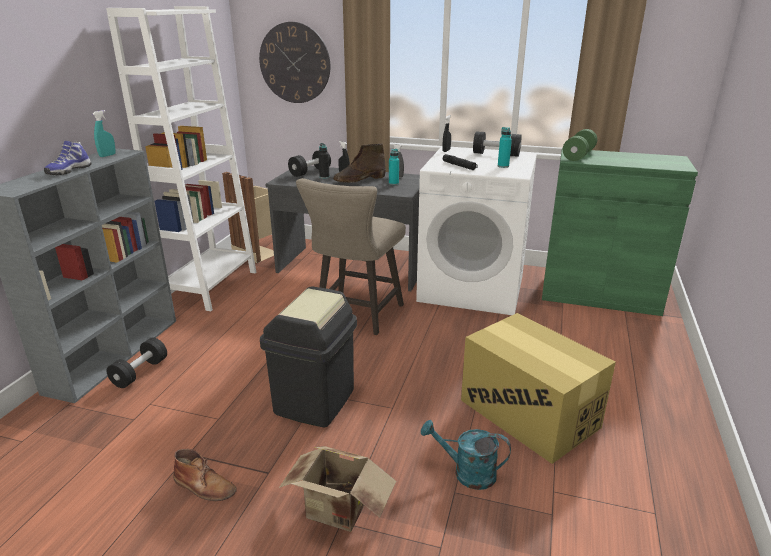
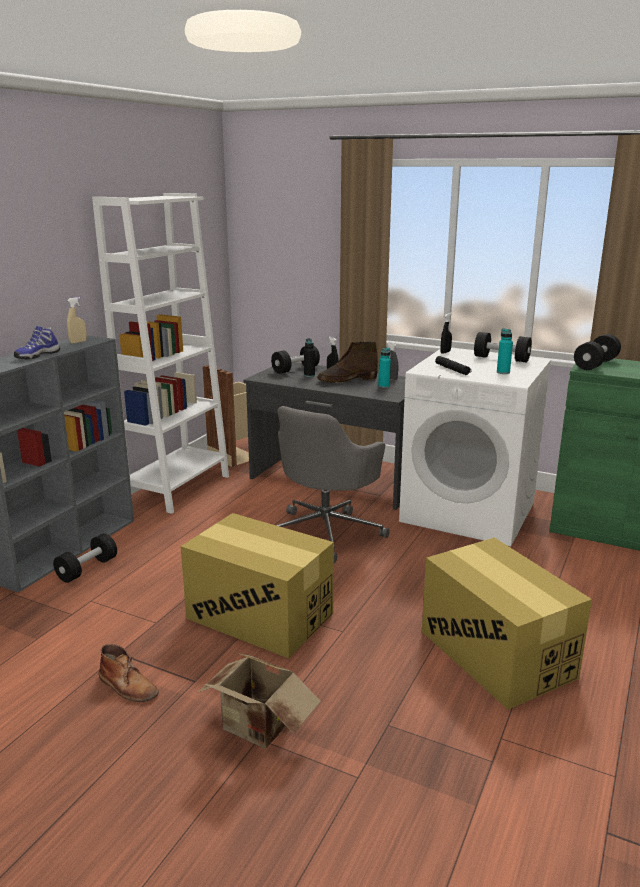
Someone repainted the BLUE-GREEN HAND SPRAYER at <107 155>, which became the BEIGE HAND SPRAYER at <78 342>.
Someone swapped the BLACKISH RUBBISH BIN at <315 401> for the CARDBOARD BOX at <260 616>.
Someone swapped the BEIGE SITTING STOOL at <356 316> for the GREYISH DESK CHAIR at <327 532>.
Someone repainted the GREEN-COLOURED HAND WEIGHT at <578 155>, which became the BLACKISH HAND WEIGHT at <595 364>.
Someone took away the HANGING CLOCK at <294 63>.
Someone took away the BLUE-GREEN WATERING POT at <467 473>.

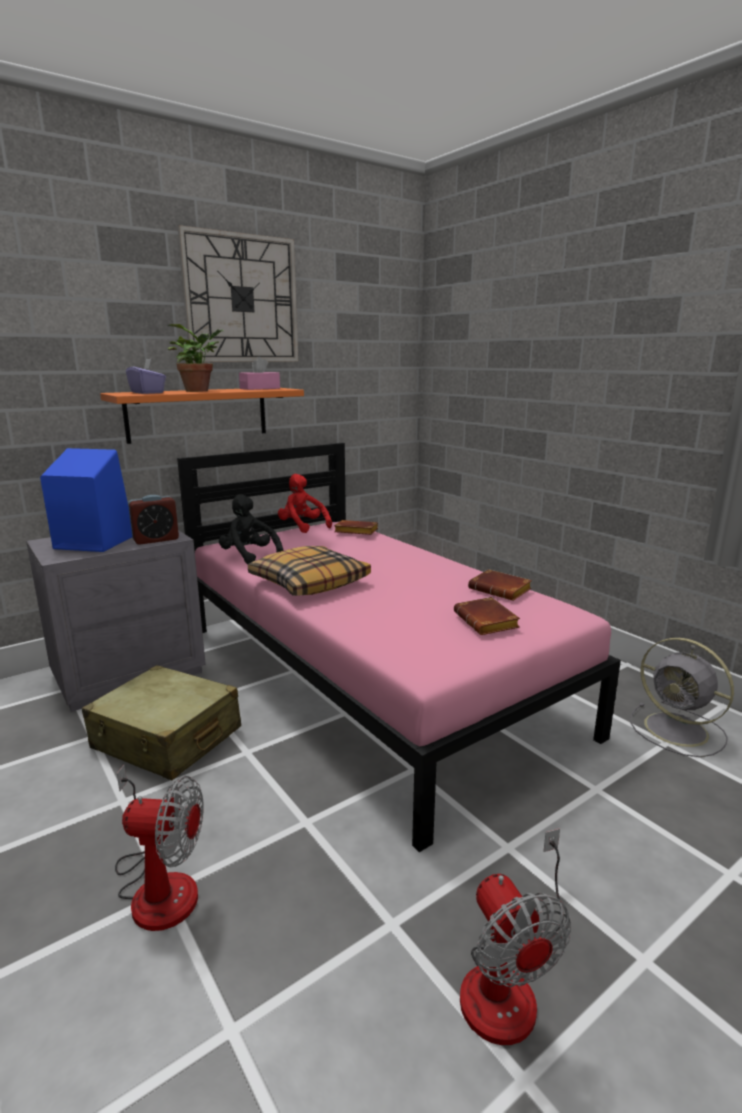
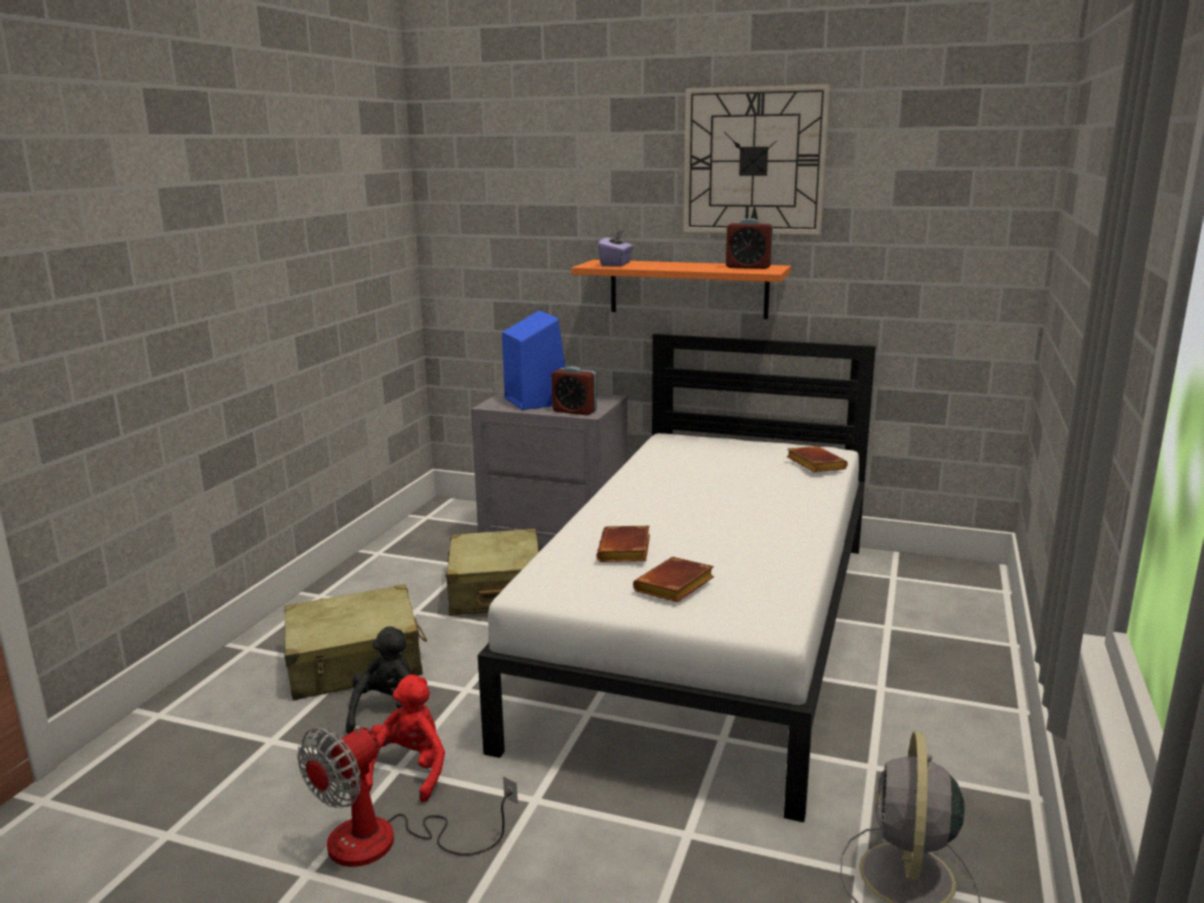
Someone swapped the COOLING FAN at <159 884> for the BEIGE PIECE OF LUGGAGE at <356 662>.
Someone carried the BLACKISH CUDDLY TOY from <249 556> to <388 714>.
Someone carried the REDDISH CUDDLY TOY from <302 527> to <410 771>.
Someone repainted the PINK-COLOURED BEDROOM BED at <369 677>, which became the WHITISH BEDROOM BED at <708 633>.
Someone carried the BROWN-COLOURED VOLUME from <501 590> to <626 551>.
Someone swapped the PINK-COLOURED TISSUE BOX at <260 388> for the TABLE CLOCK at <748 267>.
Someone took away the HOUSEPLANT at <200 391>.
Someone took away the THROW PILLOW at <309 582>.

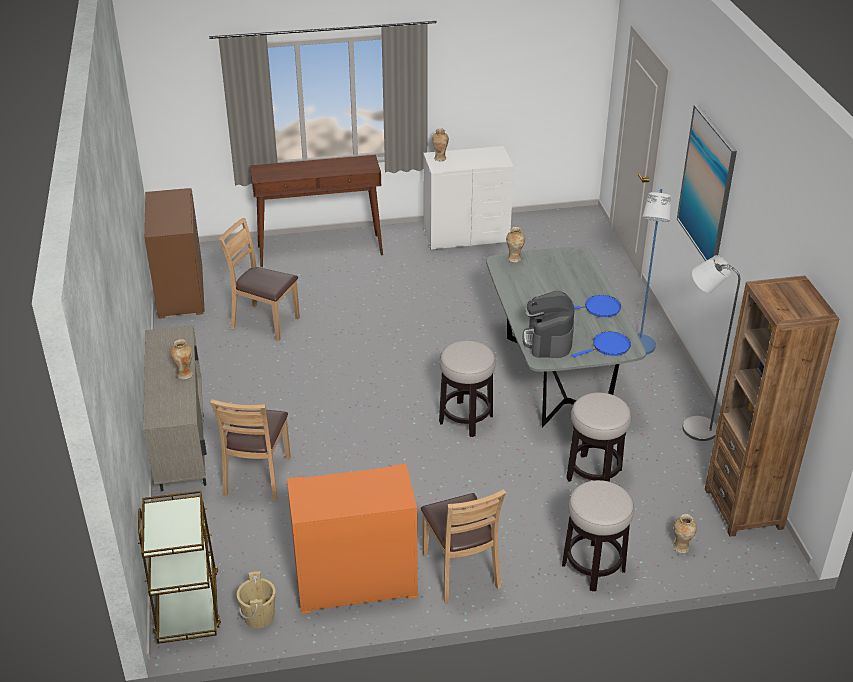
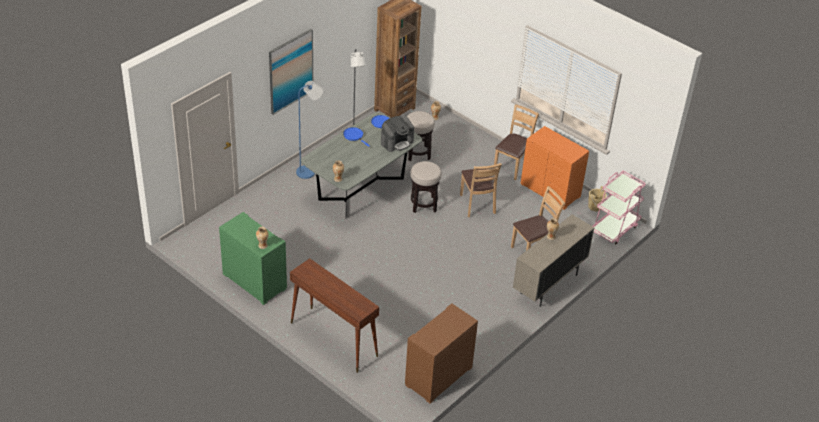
Someone repainted the WHITISH CHEST OF DRAWERS at <466 236>, which became the GREEN-COLOURED CHEST OF DRAWERS at <254 281>.
Someone carried the BROWN-COLOURED UPRIGHT CHAIR from <264 322> to <477 204>.
Someone repainted the BROWN-COLOURED WHEELED CART at <187 605>, which became the PINK-COLOURED WHEELED CART at <614 228>.
Someone took away the SITTING STOOL at <593 567>.

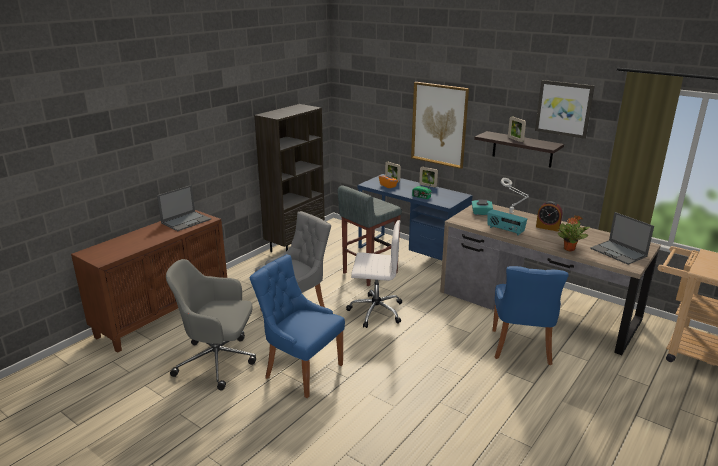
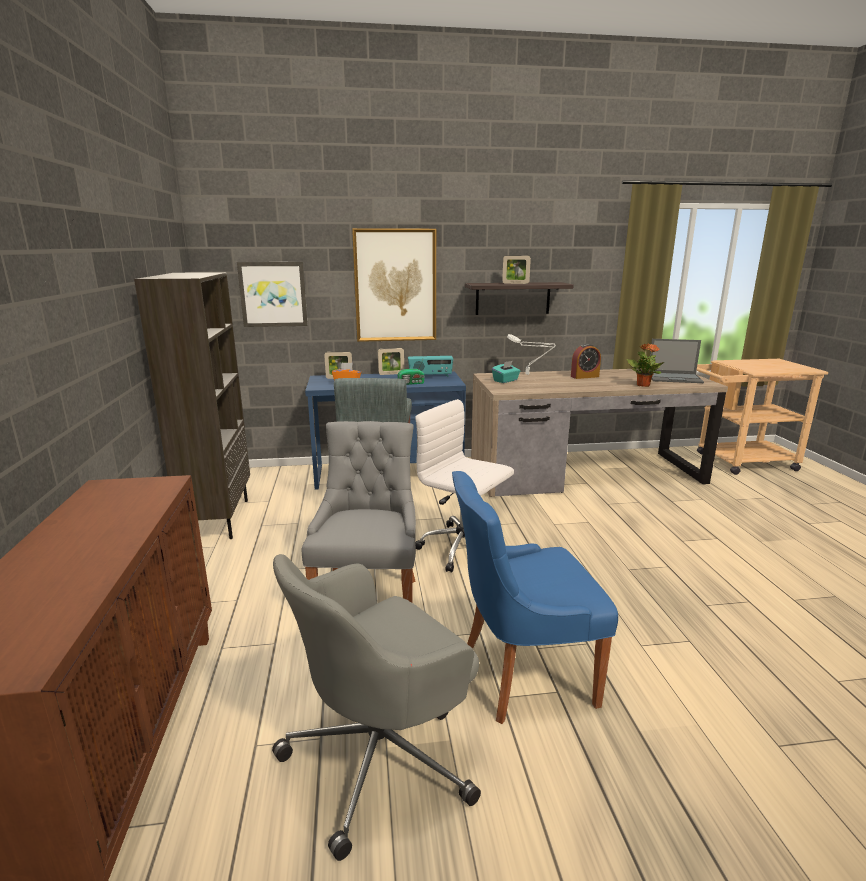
Someone carried the PICTURE from <564 108> to <273 294>.
Someone carried the RADIO from <505 230> to <430 376>.
Someone rotated the WHITISH DESK CHAIR at <375 311> by 105 degrees counterclockwise.
Someone took away the LAPTOP at <186 221>.
Someone took away the BLUISH UPRIGHT CHAIR at <521 348>.

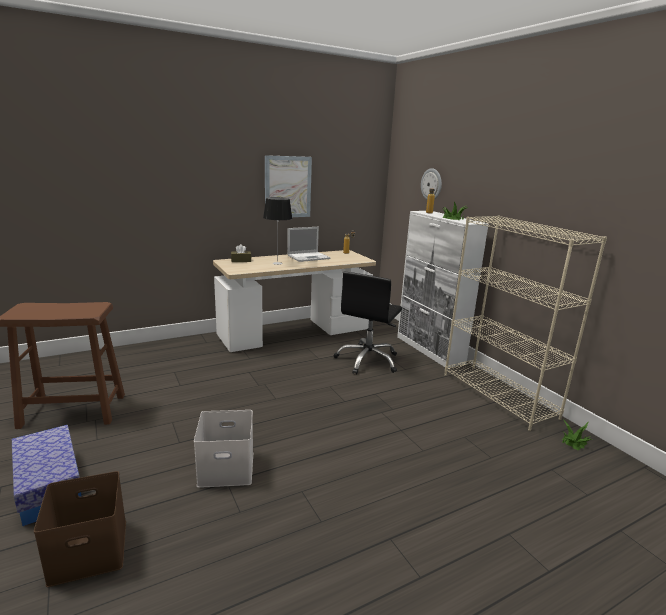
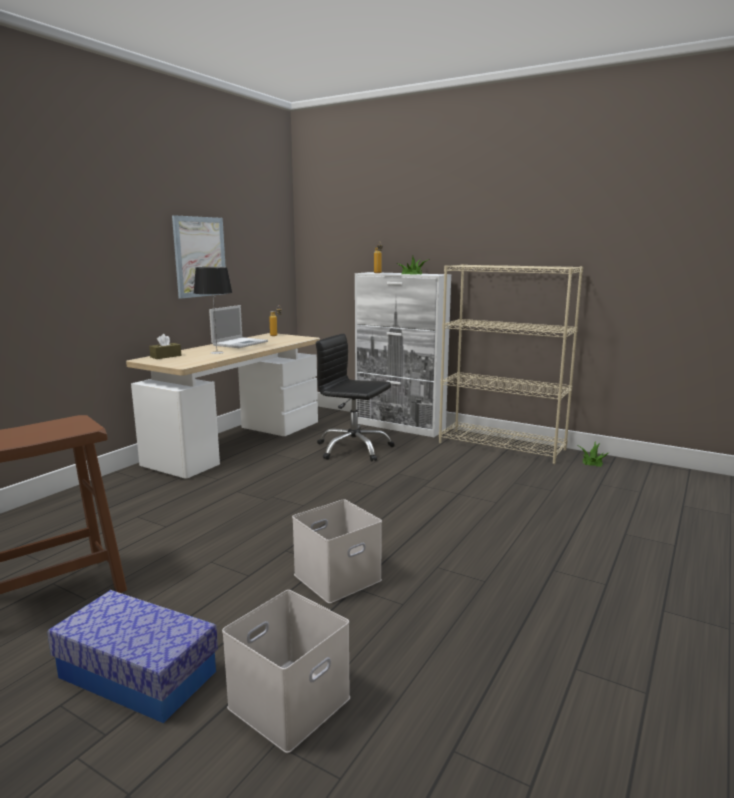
Someone repainted the BROWN-COLOURED STORAGE BOX at <91 549>, which became the WHITISH STORAGE BOX at <289 700>.
Someone rotated the BLACKISH DESK CHAIR at <368 360> by 120 degrees clockwise.
Someone took away the HANGING CLOCK at <431 184>.

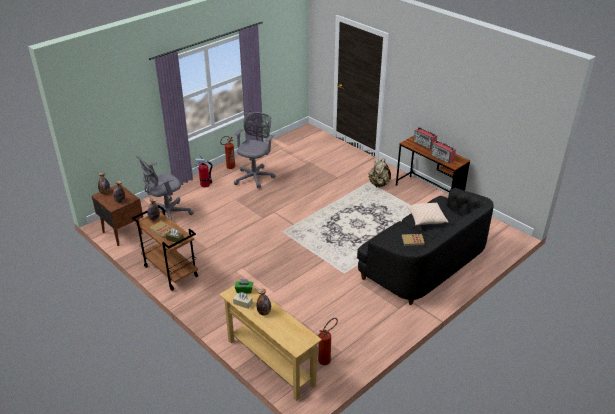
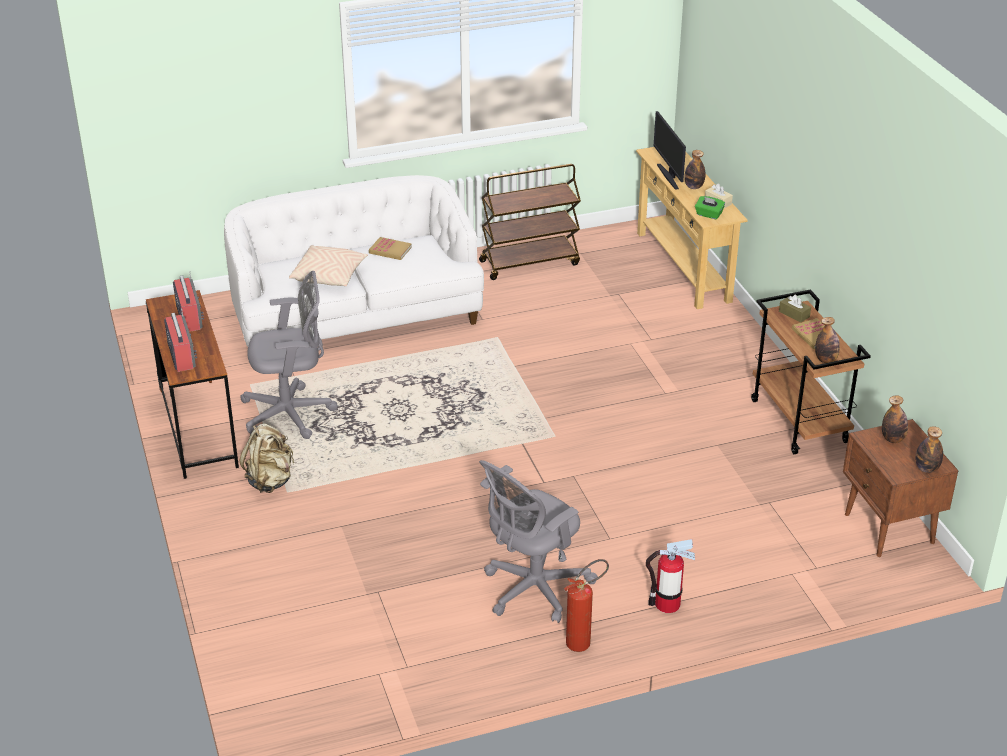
Someone repainted the BLACKISH COUCH at <424 264>, which became the WHITISH COUCH at <356 316>.
Someone carried the GREYISH DESK CHAIR from <166 215> to <291 414>.
Someone put down the BROWN-COLOURED WHEELED CART at <530 262>.
Someone put down the COMPUTER SCREEN at <669 176>.
Someone took away the EXTINGUISHER at <327 359>.

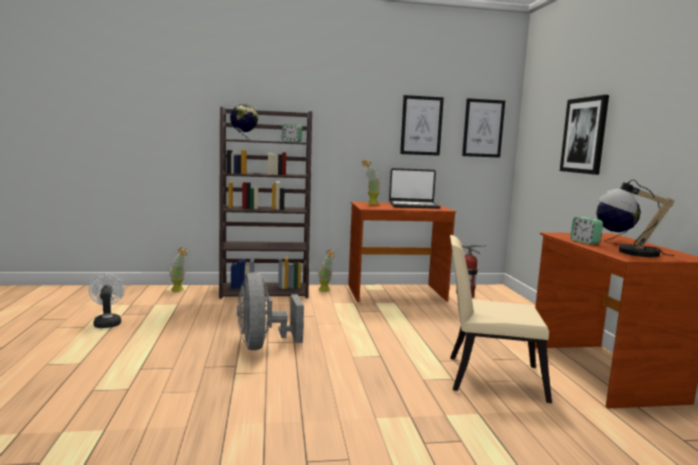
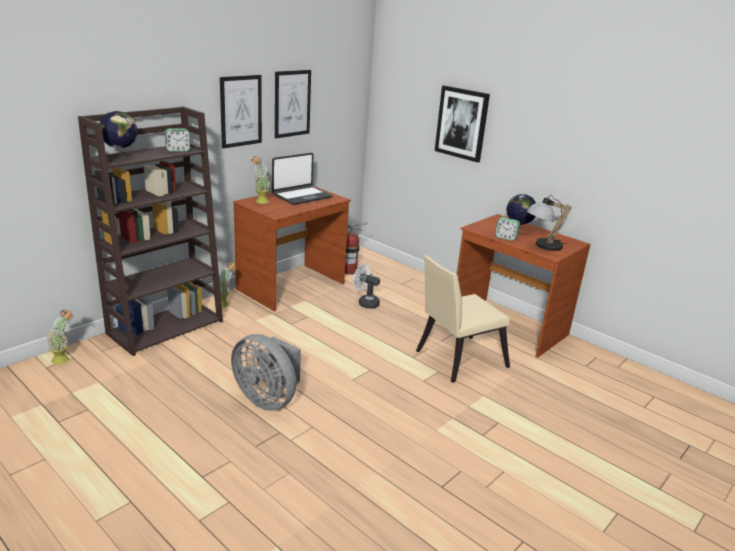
Someone carried the PICTURE from <483 128> to <241 111>.
Someone carried the WHITISH COOLING FAN from <107 322> to <365 303>.

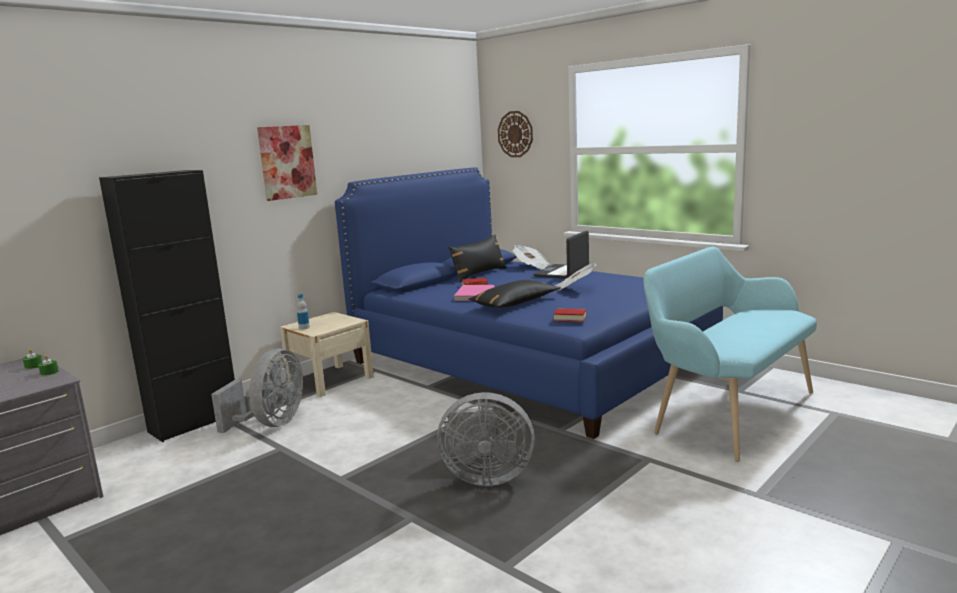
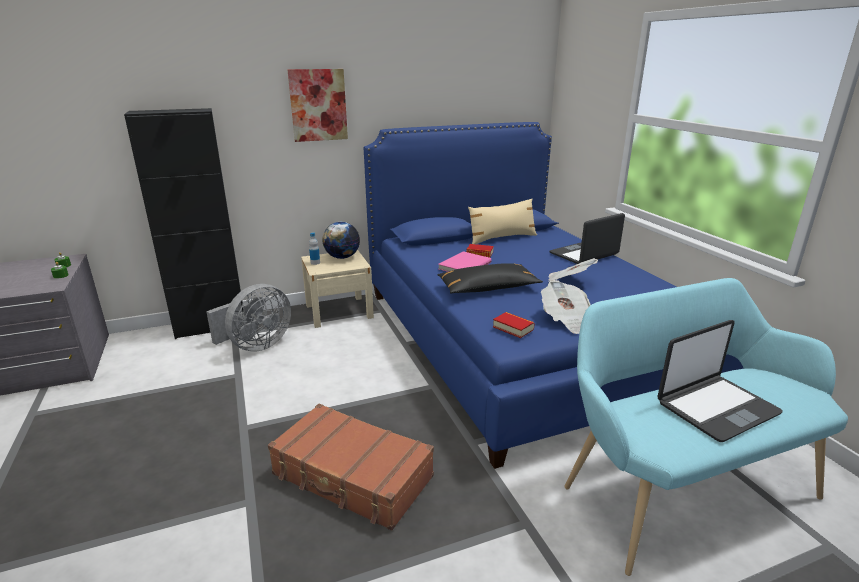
Someone swapped the GREYISH COOLING FAN at <485 476> for the BROWN-COLOURED PIECE OF LUGGAGE at <352 476>.
Someone put down the DESK GLOBE at <342 257>.
Someone repainted the BLACKISH THROW PILLOW at <479 274>, which became the BEIGE THROW PILLOW at <502 238>.
Someone carried the DAILY PAPER from <531 267> to <566 320>.
Someone put down the LAPTOP at <716 407>.
Someone took away the HANGING CLOCK at <515 134>.

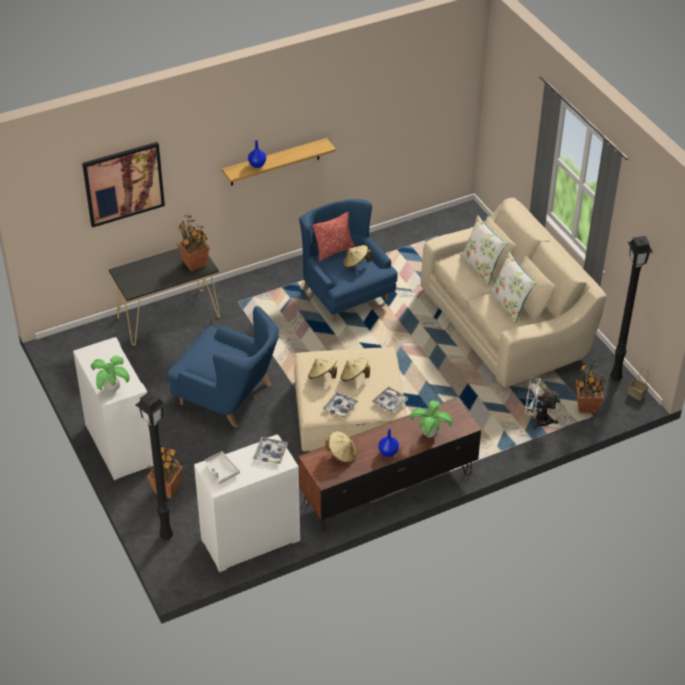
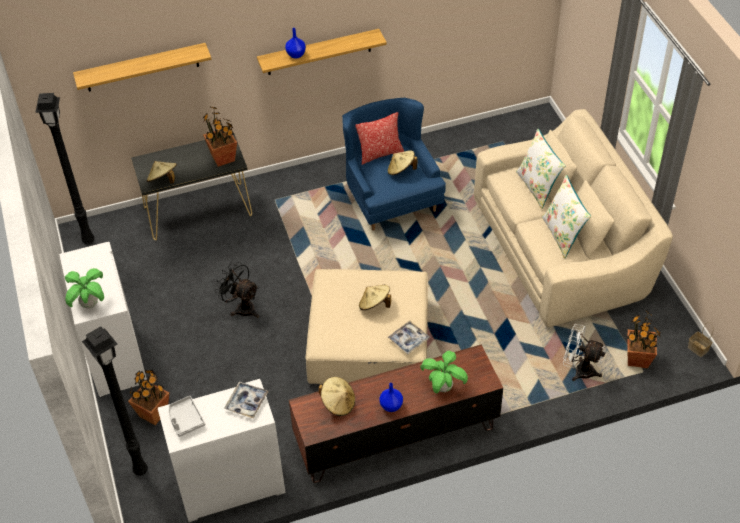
Someone carried the BLACKISH STANDING LAMP from <614 377> to <87 240>.
Someone swapped the PICTURE at <123 183> for the SHELF at <142 67>.
Someone carried the BEIGE HAT from <322 376> to <163 180>.
Someone swapped the BLUISH EASY CHAIR at <228 395> for the BLACKISH COOLING FAN at <242 307>.
Someone took away the CARRYING TRAY at <340 407>.

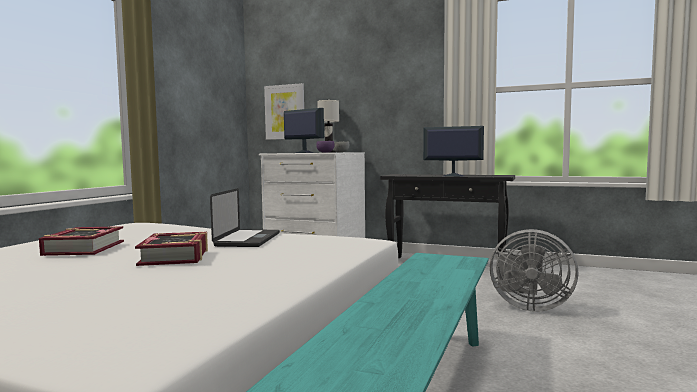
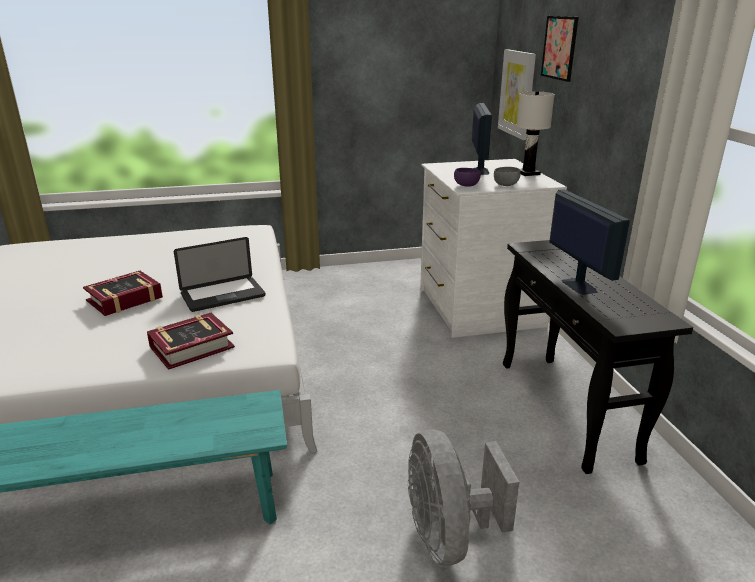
Someone carried the VOLUME from <84 248> to <191 347>.
Someone put up the PICTURE at <559 48>.

